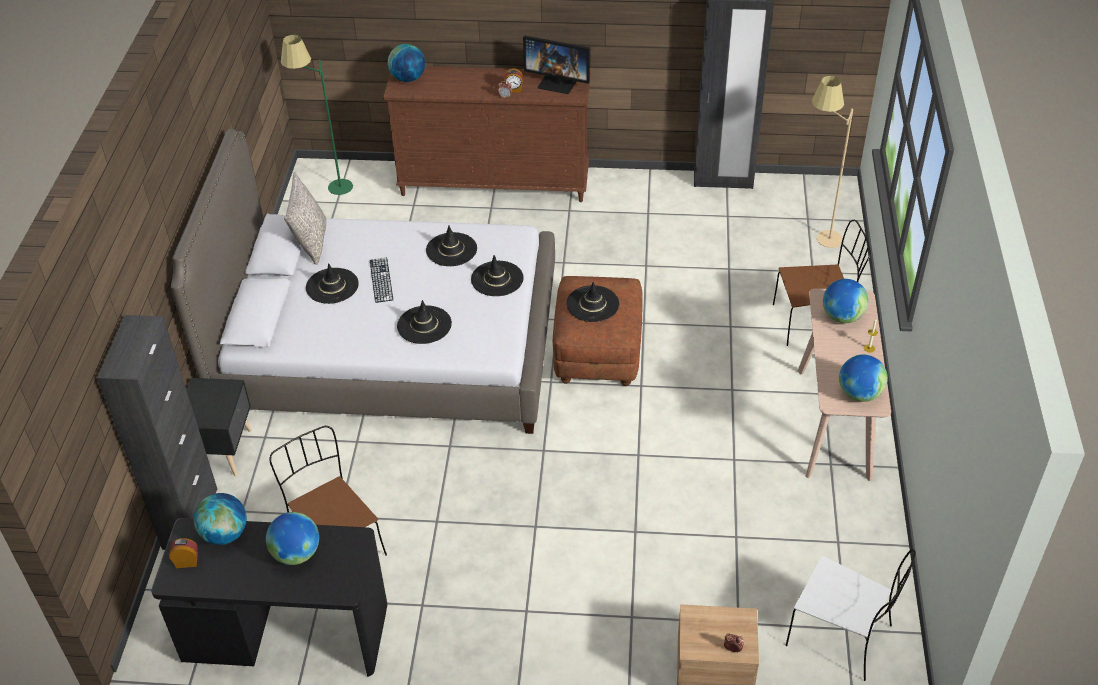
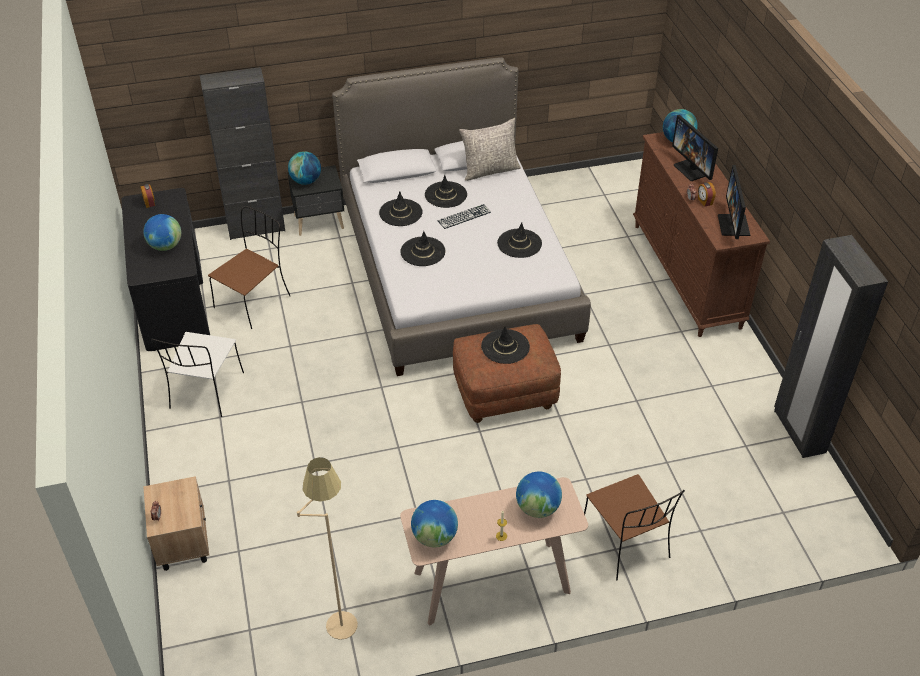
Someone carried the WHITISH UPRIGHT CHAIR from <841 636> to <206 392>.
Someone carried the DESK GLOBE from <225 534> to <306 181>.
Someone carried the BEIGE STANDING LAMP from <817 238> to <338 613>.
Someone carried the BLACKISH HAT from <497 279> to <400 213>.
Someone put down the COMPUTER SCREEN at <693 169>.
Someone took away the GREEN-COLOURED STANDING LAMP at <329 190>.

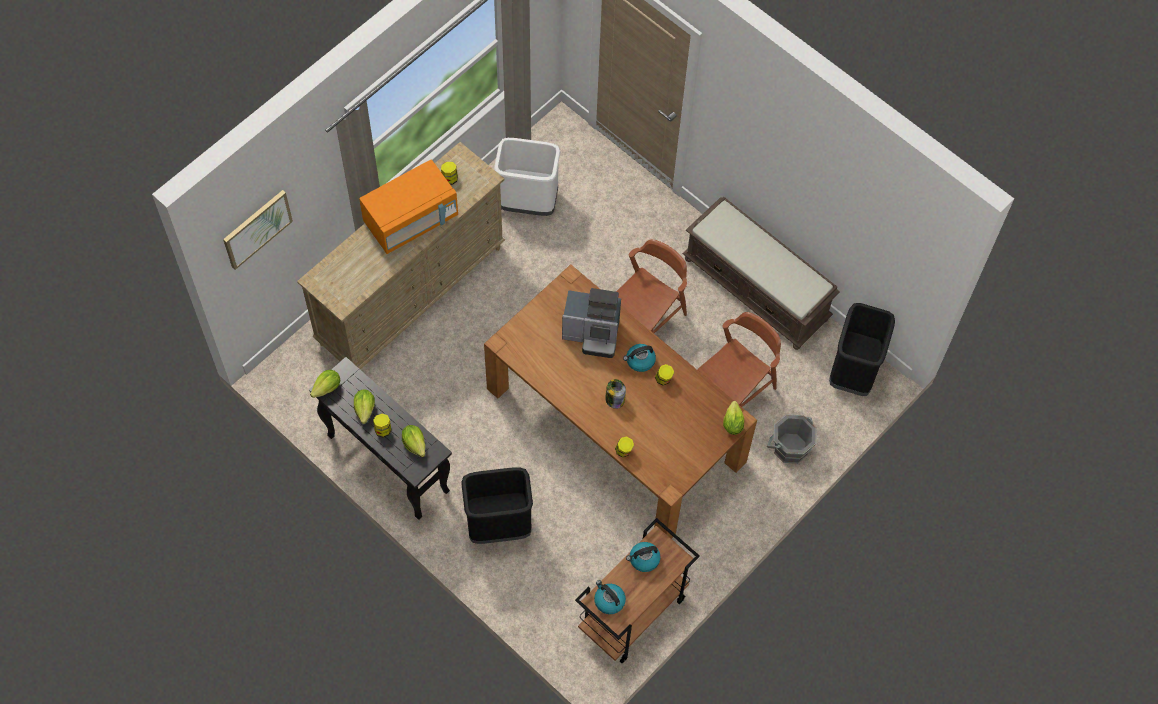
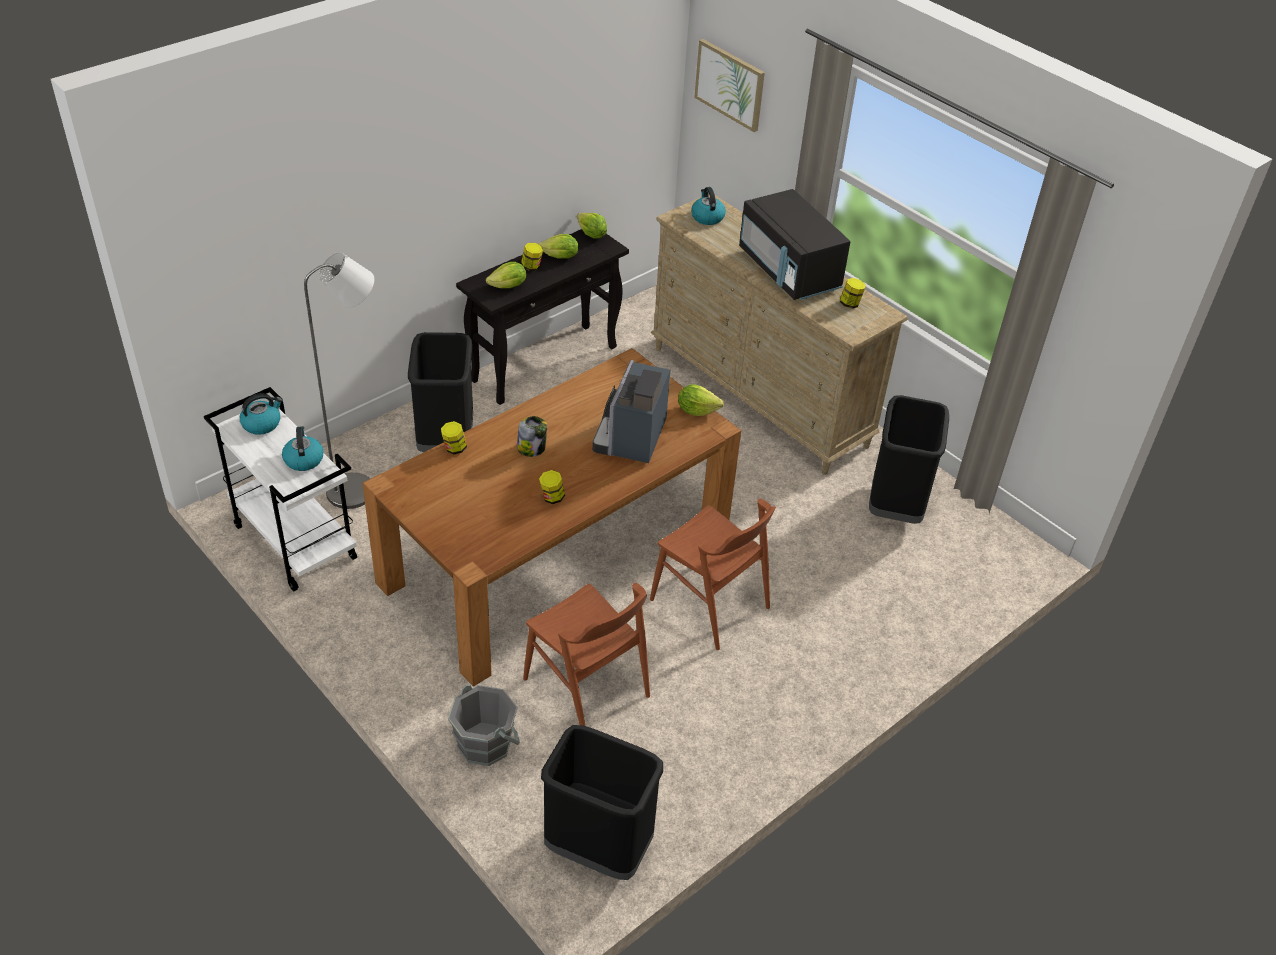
Someone repainted the BROWN-COLOURED WHEELED CART at <632 614>, which became the WHITISH WHEELED CART at <293 542>.
Someone put down the GREYISH STANDING LAMP at <360 489>.
Someone carried the LETTUCE from <732 423> to <697 410>.
Someone carried the KETTLE from <640 361> to <707 217>.
Someone repainted the ORANGEY KITCHEN MICROWAVE at <411 220>, which became the BLACKISH KITCHEN MICROWAVE at <789 271>.
Someone repainted the WHITISH RUBBISH BIN at <527 203>, which became the BLACKISH RUBBISH BIN at <895 506>.
Someone took away the BROWN-COLOURED LONG SEAT at <757 289>.

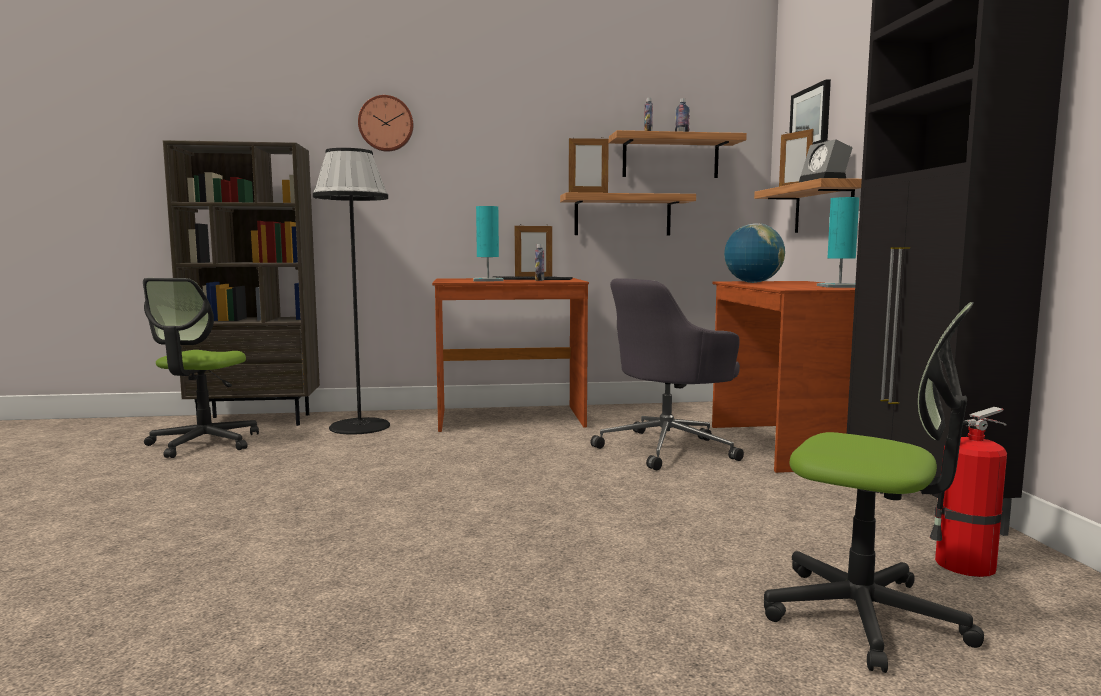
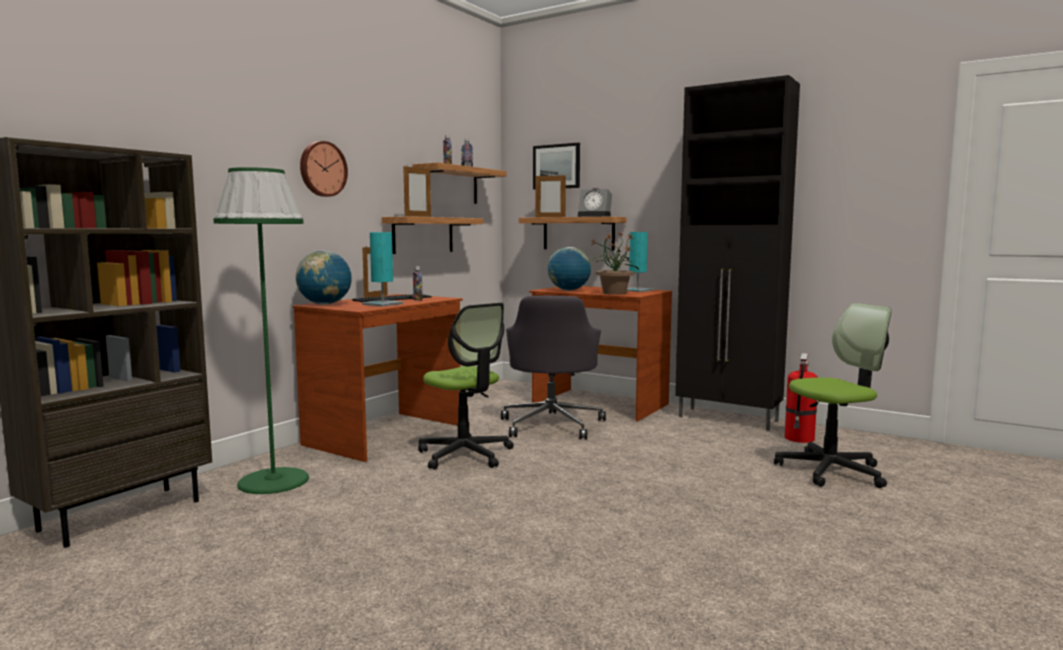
Someone repainted the BLACKISH STANDING LAMP at <360 426>, which became the GREEN-COLOURED STANDING LAMP at <273 481>.
Someone put down the DESK GLOBE at <325 304>.
Someone carried the HANGING CLOCK from <386 124> to <322 169>.
Someone carried the DESK CHAIR from <204 443> to <465 455>.
Someone put down the HOUSEPLANT at <614 293>.

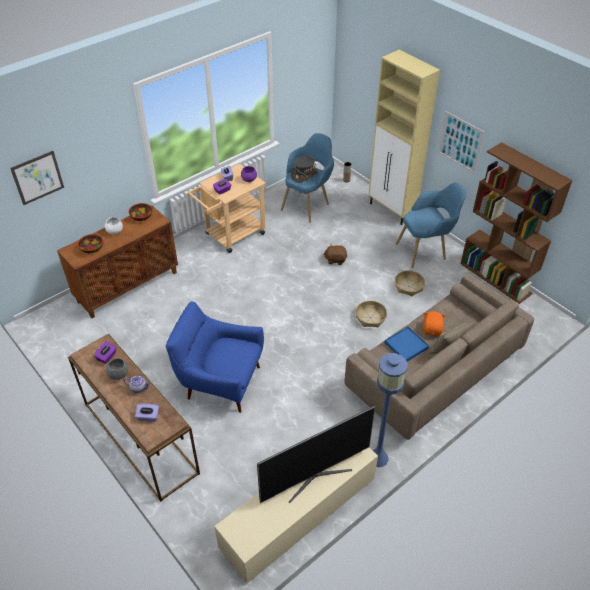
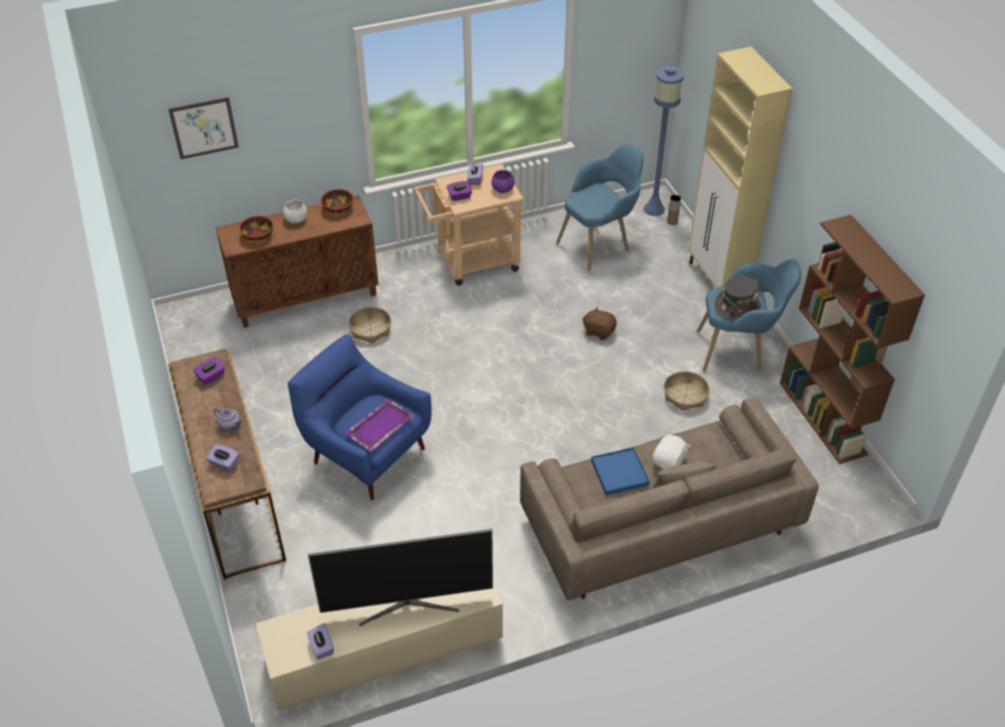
Someone put down the PURPLE TISSUE BOX at <321 647>.
Someone put down the PURPLE CARRYING TRAY at <379 427>.
Someone carried the HOUSEHOLD BASKET from <370 317> to <370 330>.
Someone carried the BLUISH STANDING LAMP from <378 458> to <653 209>.
Someone repainted the ORANGEY CUDDLY TOY at <432 329>, which became the WHITISH CUDDLY TOY at <669 461>.
Someone carried the GREYISH HAT from <304 175> to <737 306>.
Someone took away the GREYISH BOWL at <119 375>.
Someone took away the PICTURE at <460 142>.

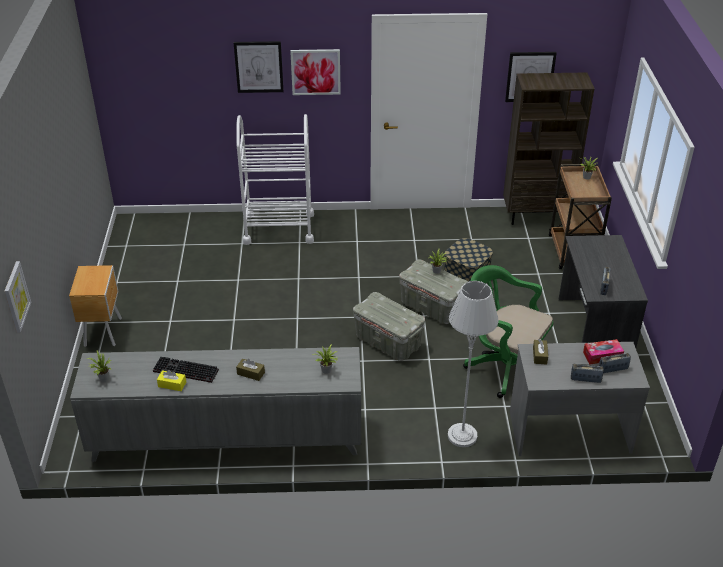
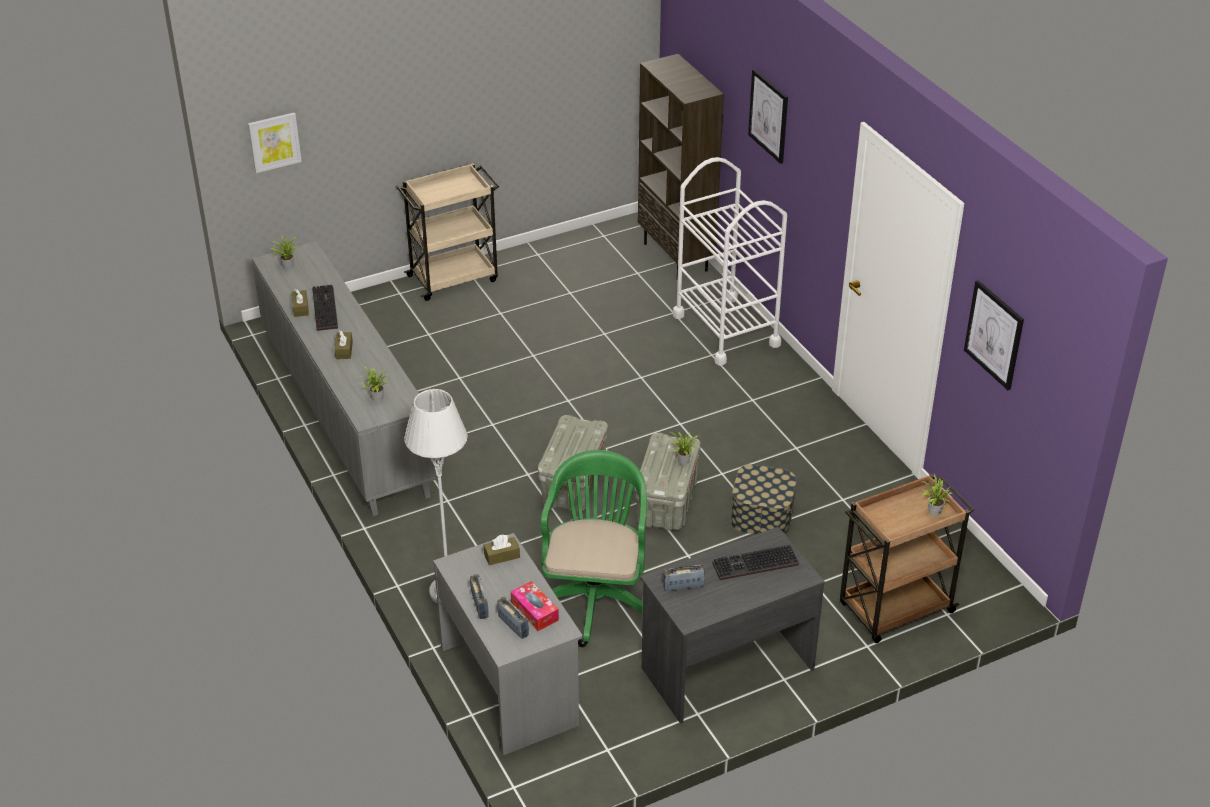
Someone repainted the YELLOWISH TISSUE BOX at <172 384>, which became the BROWN-COLOURED TISSUE BOX at <300 308>.
Someone swapped the BROWN-COLOURED NIGHTSTAND at <104 331> for the BEIGE WHEELED CART at <454 278>.
Someone carried the BROWN-COLOURED SHELVING UNIT from <536 216> to <676 257>.
Someone put down the KEYBOARD at <754 565>.
Someone took away the PICTURE at <315 72>.

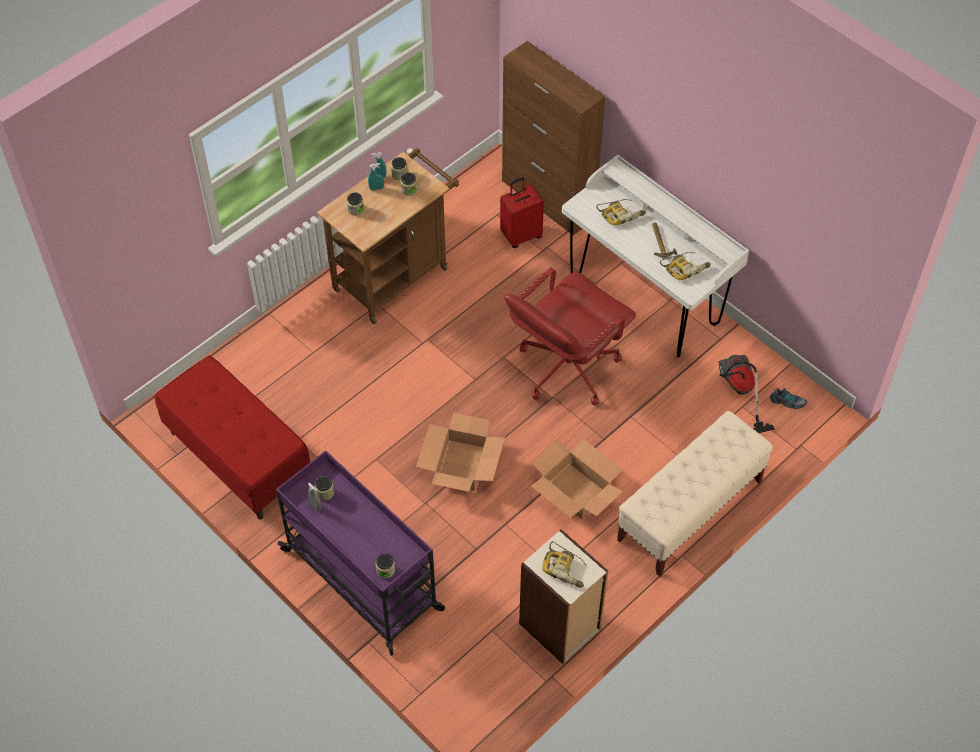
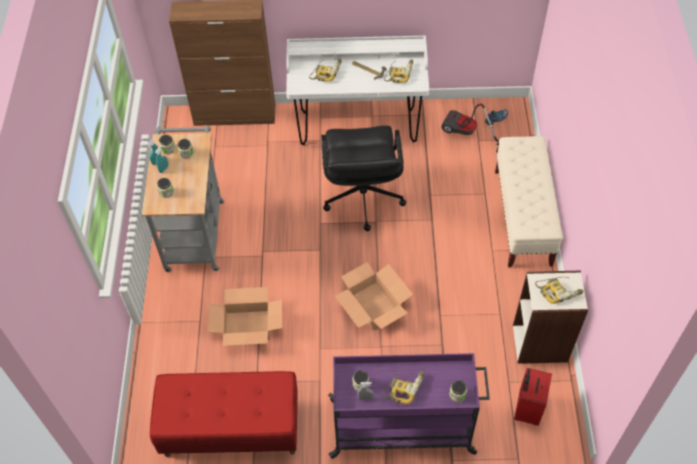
Someone repainted the BROWN-COLOURED WHEELED CART at <395 274>, which became the GREYISH WHEELED CART at <195 230>.
Someone carried the CARDBOARD BOX from <575 490> to <247 326>.
Someone repainted the REDDISH DESK CHAIR at <566 367>, which became the BLACKISH DESK CHAIR at <362 198>.
Someone put down the POWER DRILL at <404 387>.
Someone carried the REDDISH PIECE OF LUGGAGE from <521 235> to <527 409>.

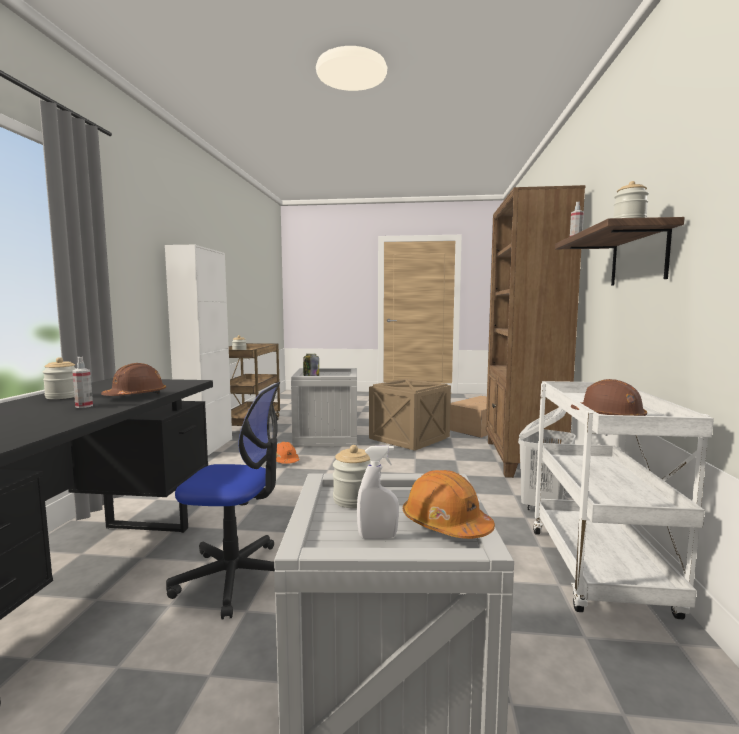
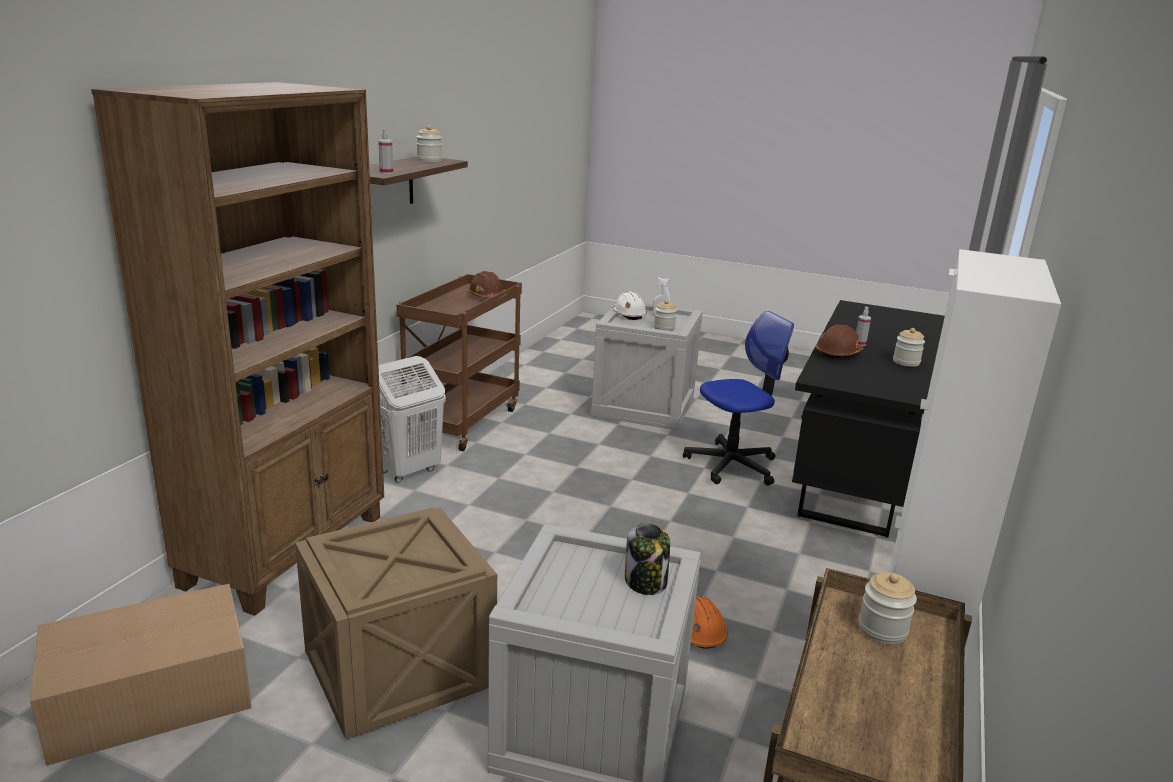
Someone repainted the WHITISH WHEELED CART at <600 573>, which became the BROWN-COLOURED WHEELED CART at <462 421>.
Someone repainted the ORANGEY HARD HAT at <445 525>, which became the WHITISH HARD HAT at <628 315>.
Someone rotated the DESK CHAIR at <235 577> by 135 degrees clockwise.

